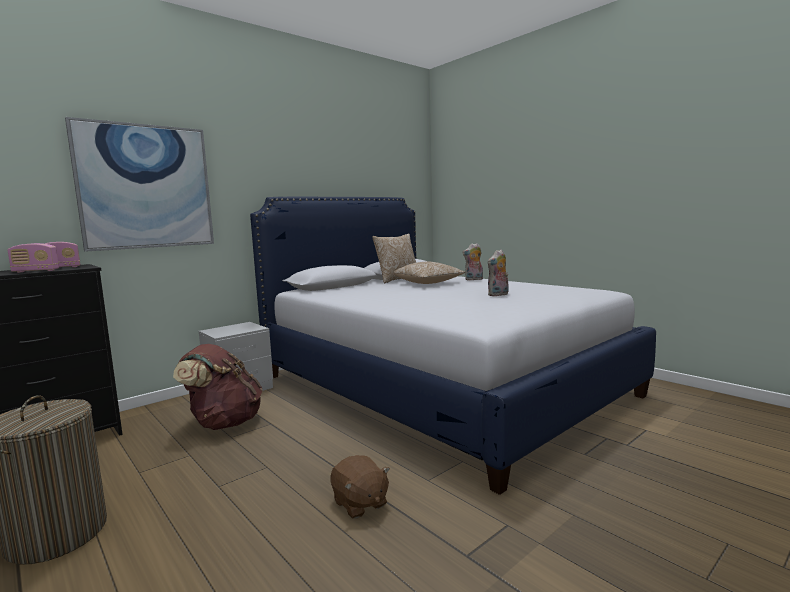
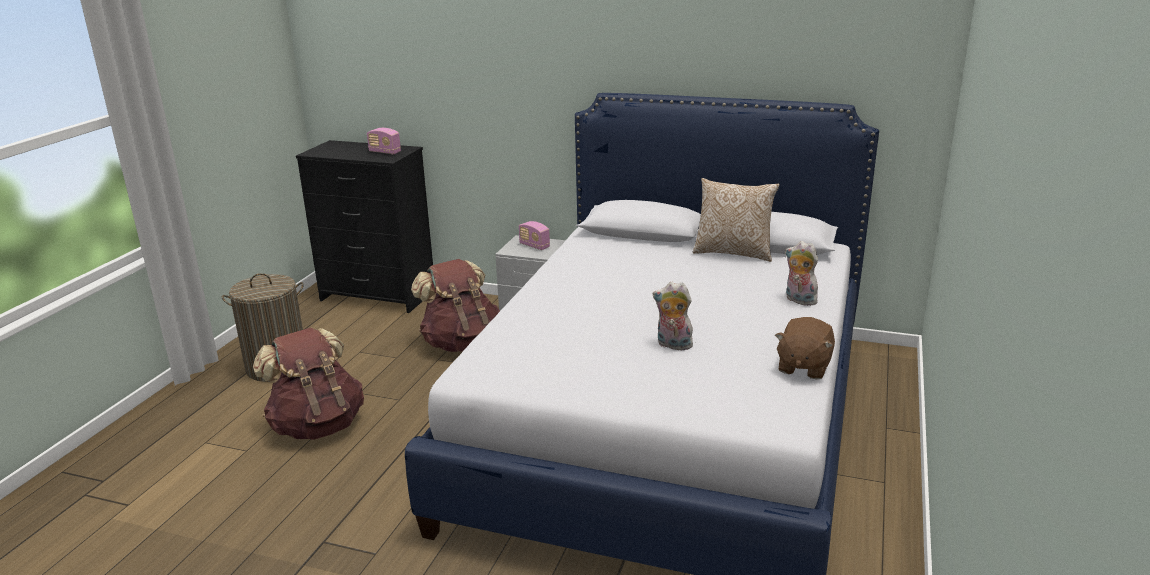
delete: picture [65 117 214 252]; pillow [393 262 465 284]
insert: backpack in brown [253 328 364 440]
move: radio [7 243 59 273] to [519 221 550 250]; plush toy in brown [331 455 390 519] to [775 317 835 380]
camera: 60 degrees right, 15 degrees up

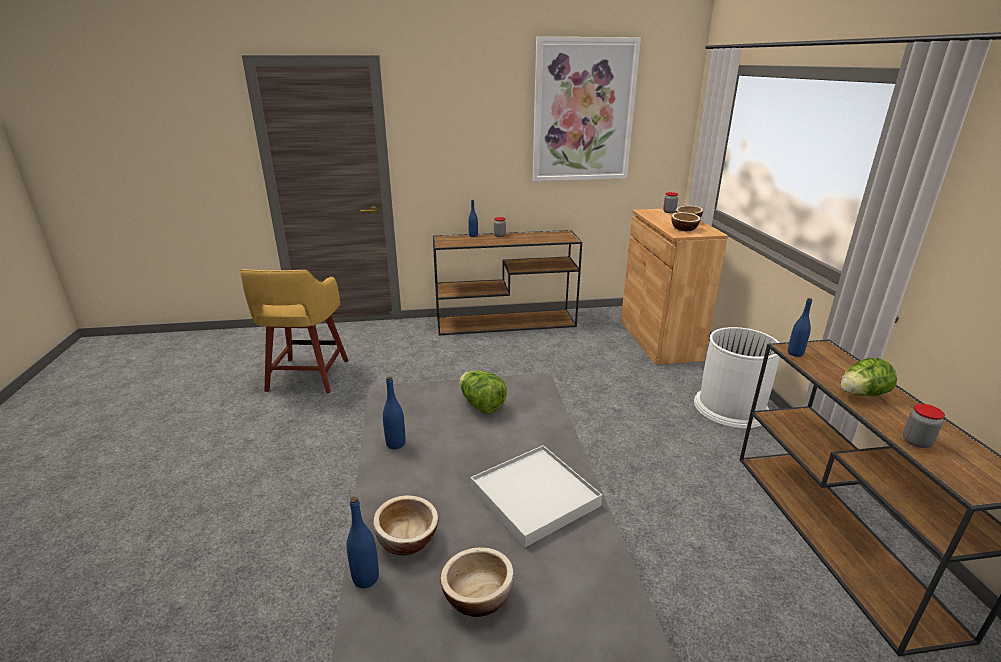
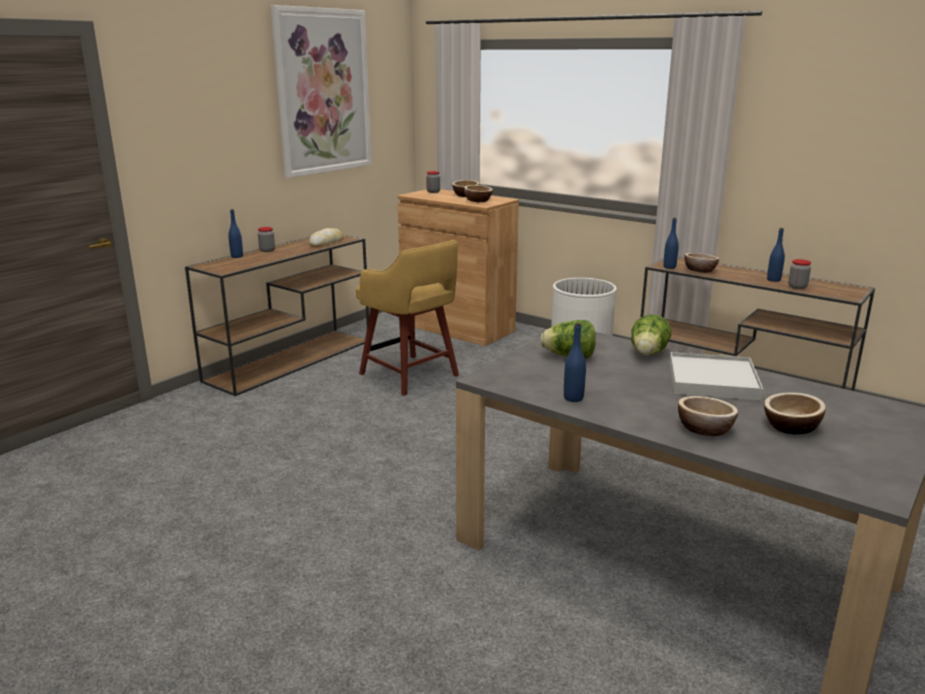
insert: bread [309 228 344 247]; bowl [685 253 719 273]
move: stool in yellow [240 269 348 393] to [356 240 459 396]; bottle in blue [347 497 379 588] to [767 228 785 282]; lettuce [840 358 897 396] to [631 314 671 355]
camera: 45 degrees left, 5 degrees down

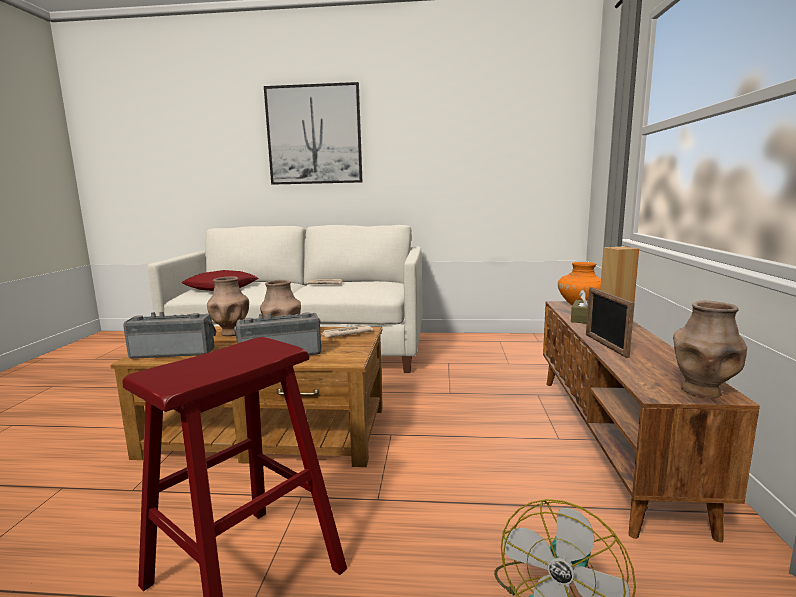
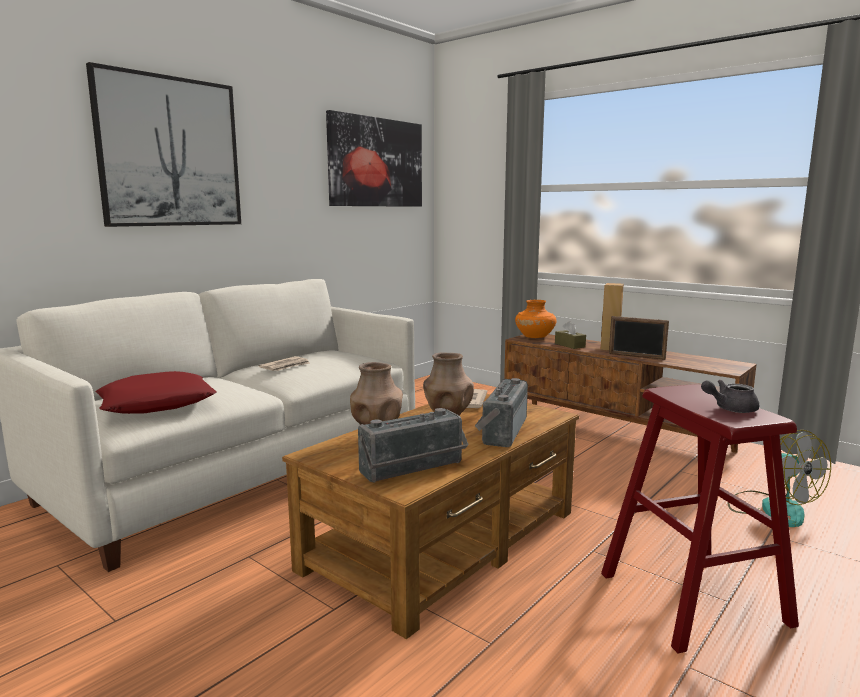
delete: vase in brown [673 301 747 398]
insert: picture [326 110 422 207]; teapot in grey [701 380 759 413]
rotate: radio [123 312 216 359] = [358 408 469 483] 150 degrees counterclockwise
camera: 55 degrees left, 0 degrees up

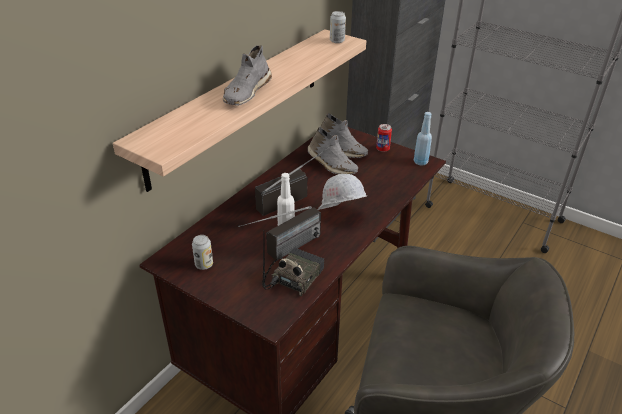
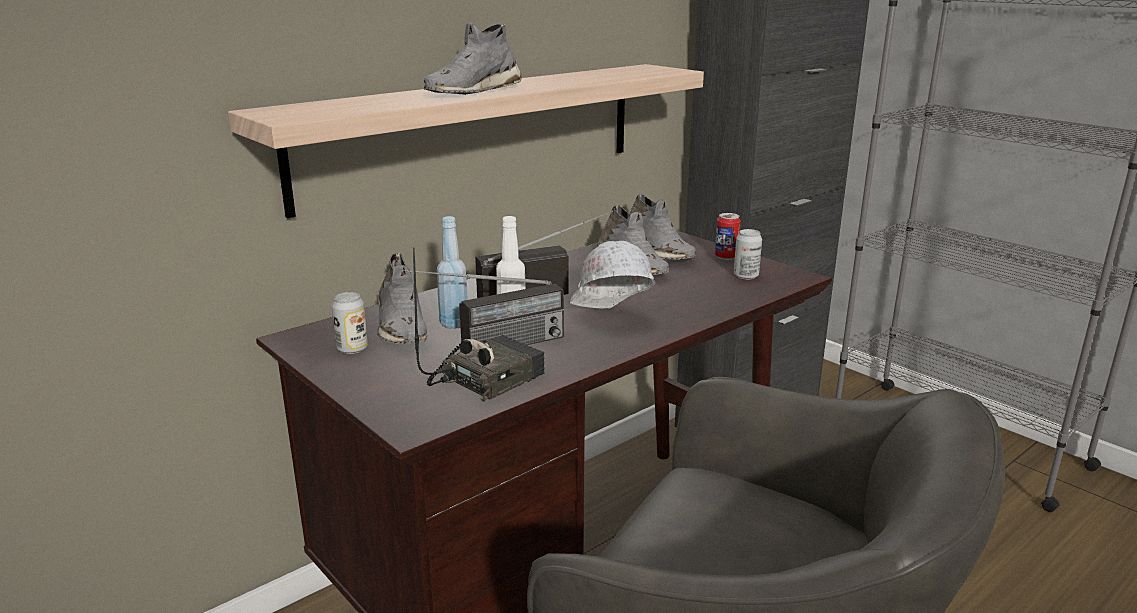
insert: shoe in grey [378 253 427 344]
move: can [330 11 346 43] to [734 229 762 280]; bottle in blue [414 112 432 165] to [437 216 468 329]
camera: 15 degrees right, 15 degrees down

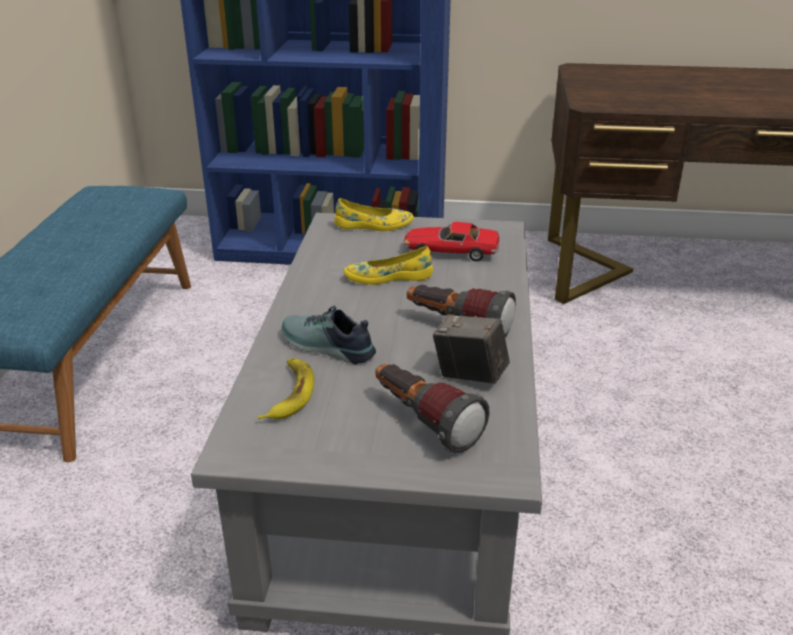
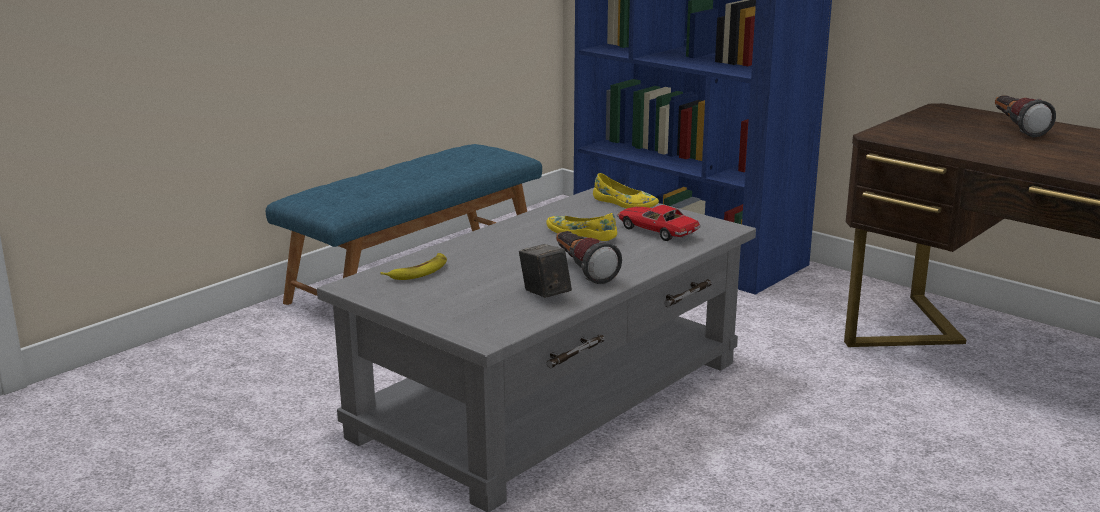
delete: shoe [282 306 376 364]
move: flashlight [375 364 490 453] to [995 95 1056 138]
camera: 35 degrees right, 10 degrees down

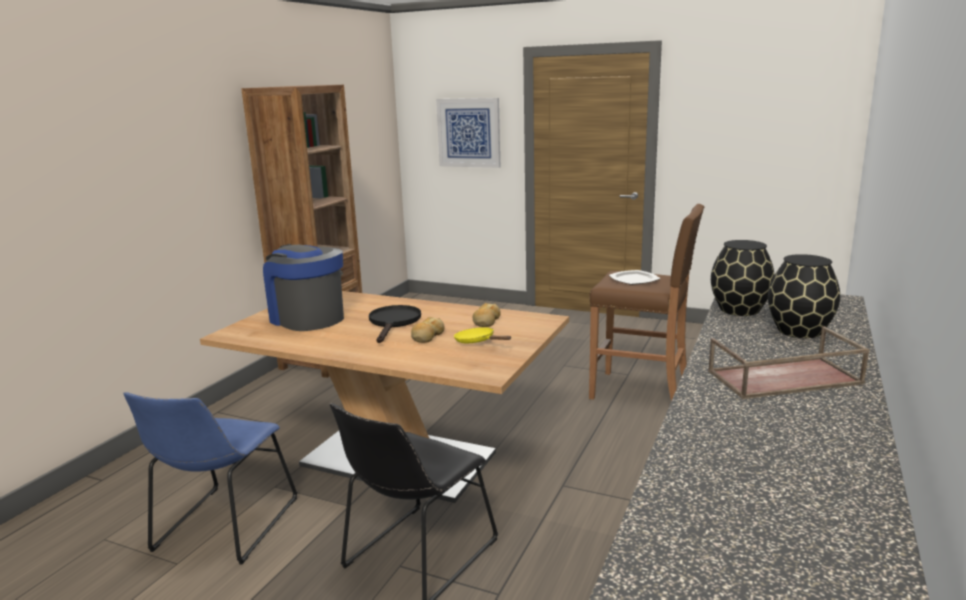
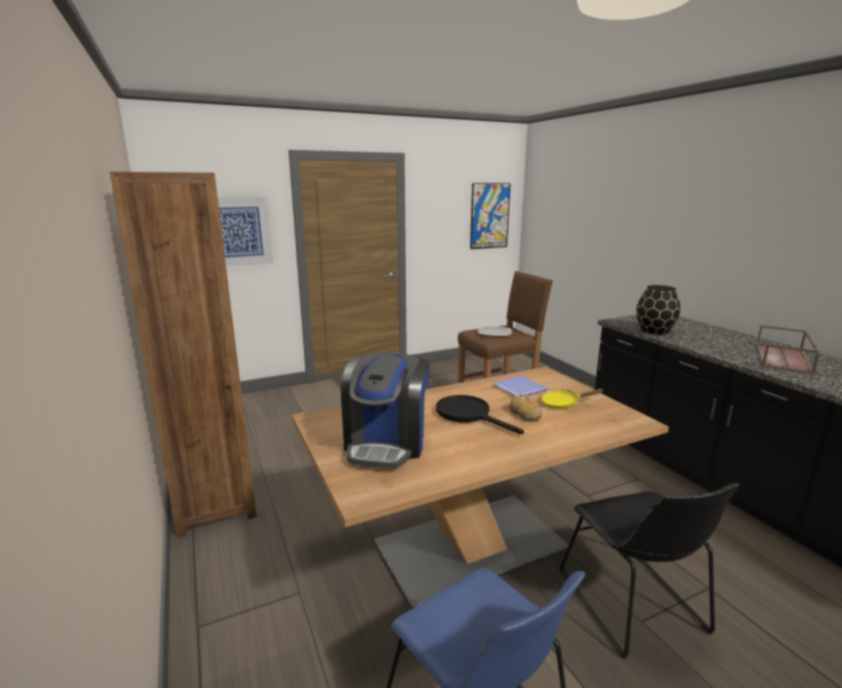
delete: vase in black [768 254 840 338]
insert: picture [470 183 511 249]
replace: bread [473 303 501 327] to plate [492 376 549 396]
rotate: coffee machine [263 244 344 331] = [341 353 430 469] 75 degrees counterclockwise
camera: 50 degrees left, 0 degrees up

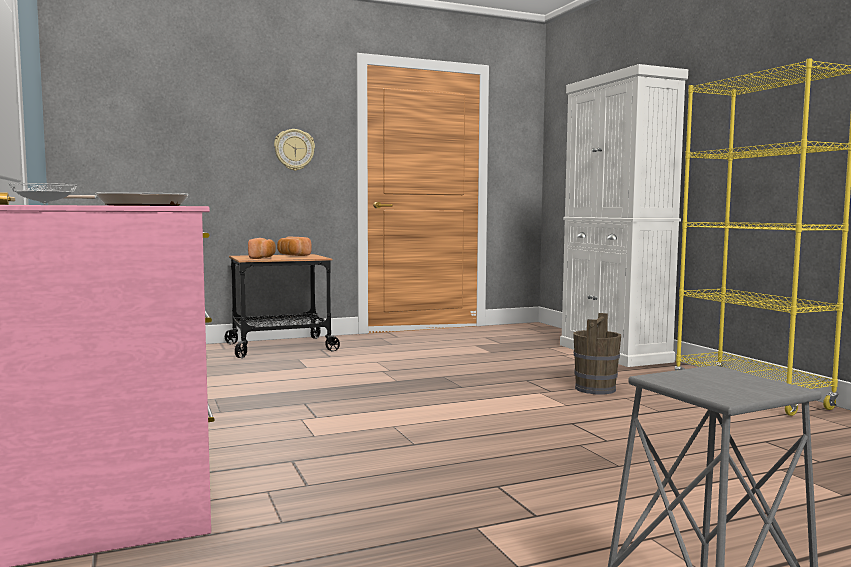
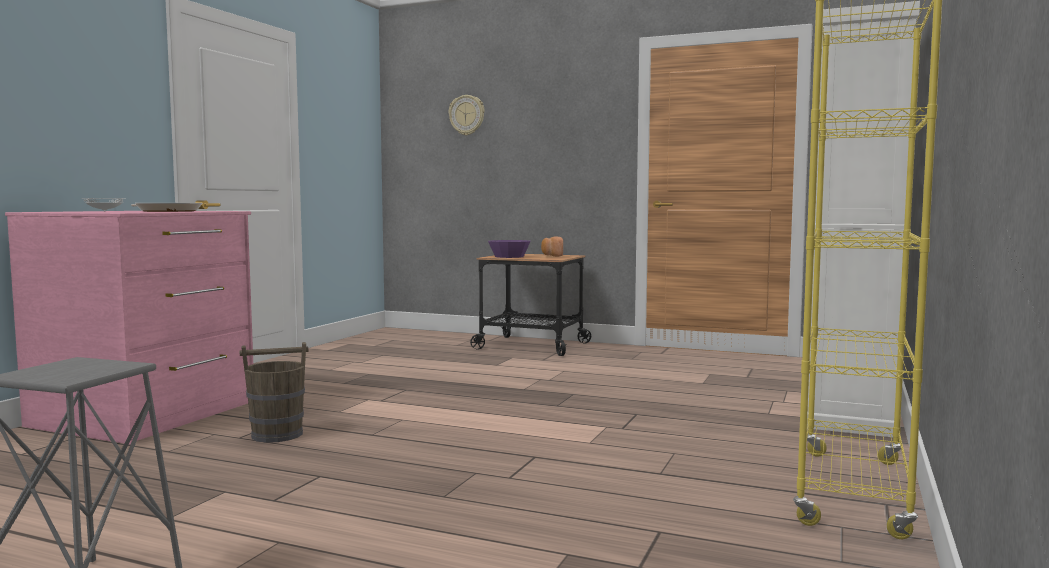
move: wall clock [274 129 315 171] to [448 95 485 136]; bucket in brown [573 313 621 394] to [240 342 308 443]
replace: bread [248 238 276 259] to bowl in purple [488 240 531 258]
camera: 45 degrees right, 0 degrees up

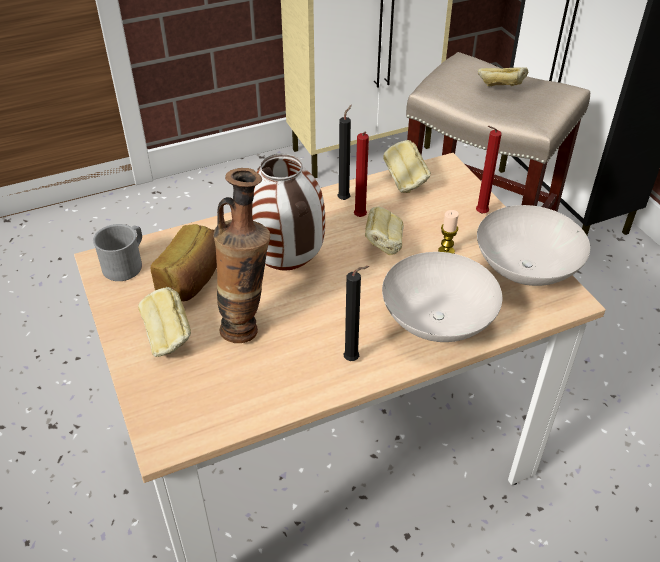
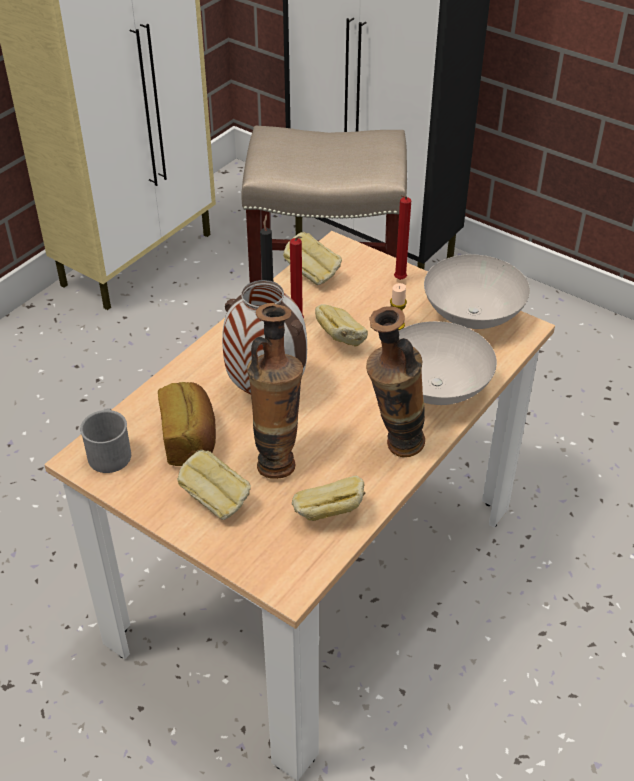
move: bread [478 67 528 86] to [292 476 366 521]
replace: candle in black [343 266 369 361] to vase [366 306 425 457]
camera: 30 degrees left, 0 degrees up

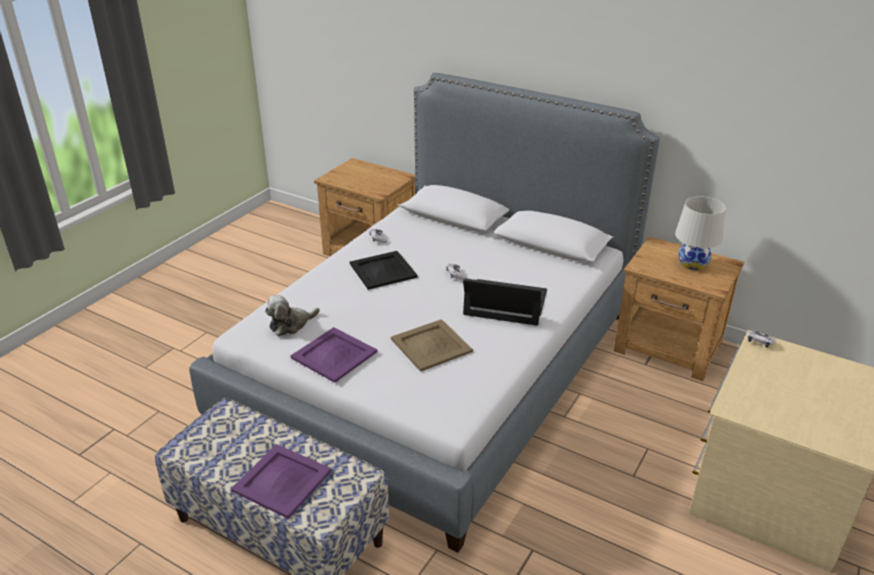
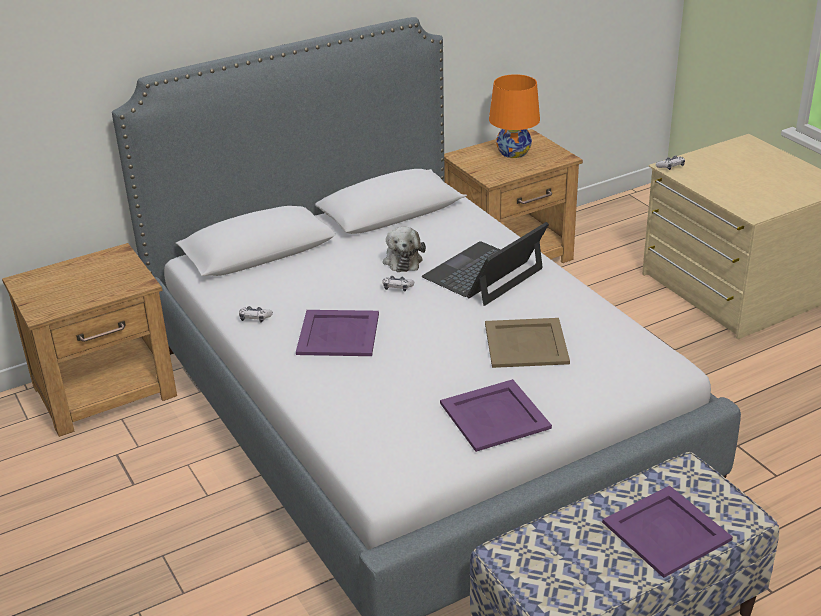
move: plush toy [265 295 320 336] to [383 227 426 272]
recolor: tray in black [350 251 418 290] to tray in purple [296 310 379 356]; table lamp in white [675 196 726 270] to table lamp in orange [489 74 540 158]
camera: 60 degrees left, 0 degrees up

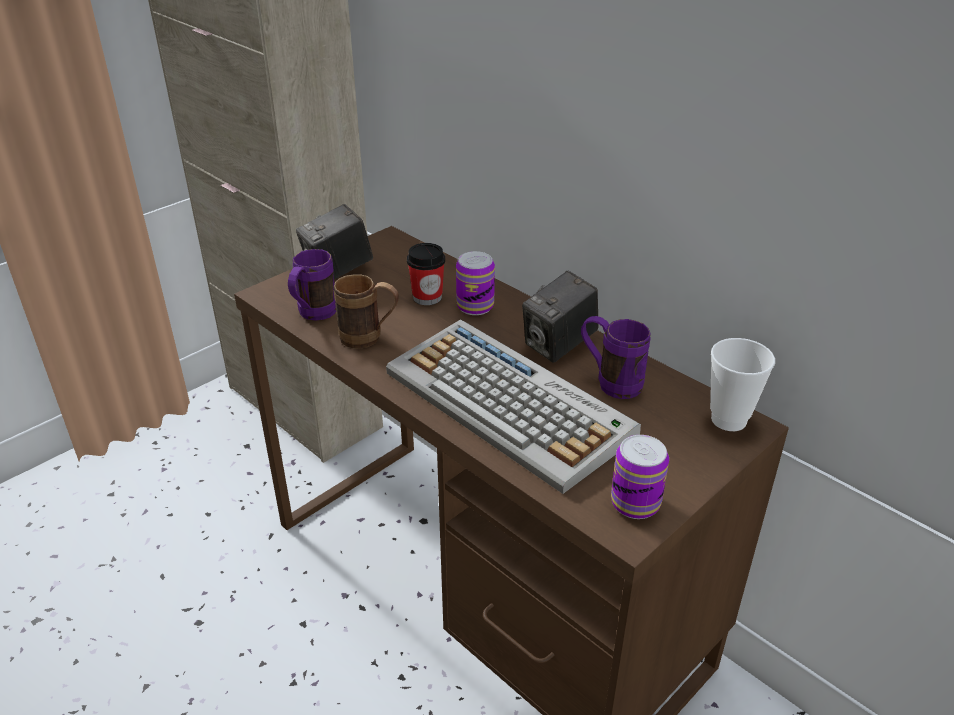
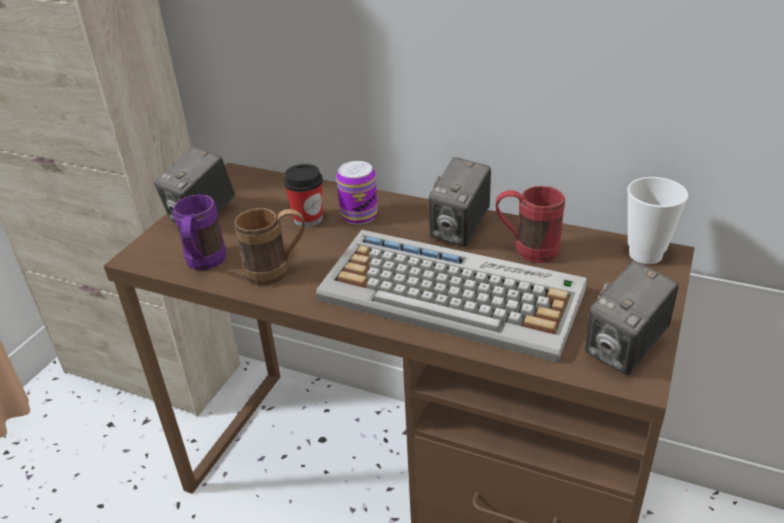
replace: can [611 435 669 519] to photo camera [585 261 678 375]
recolor: mug in purple [581 316 651 399] to mug in red [496 186 565 263]
camera: 20 degrees left, 0 degrees up

